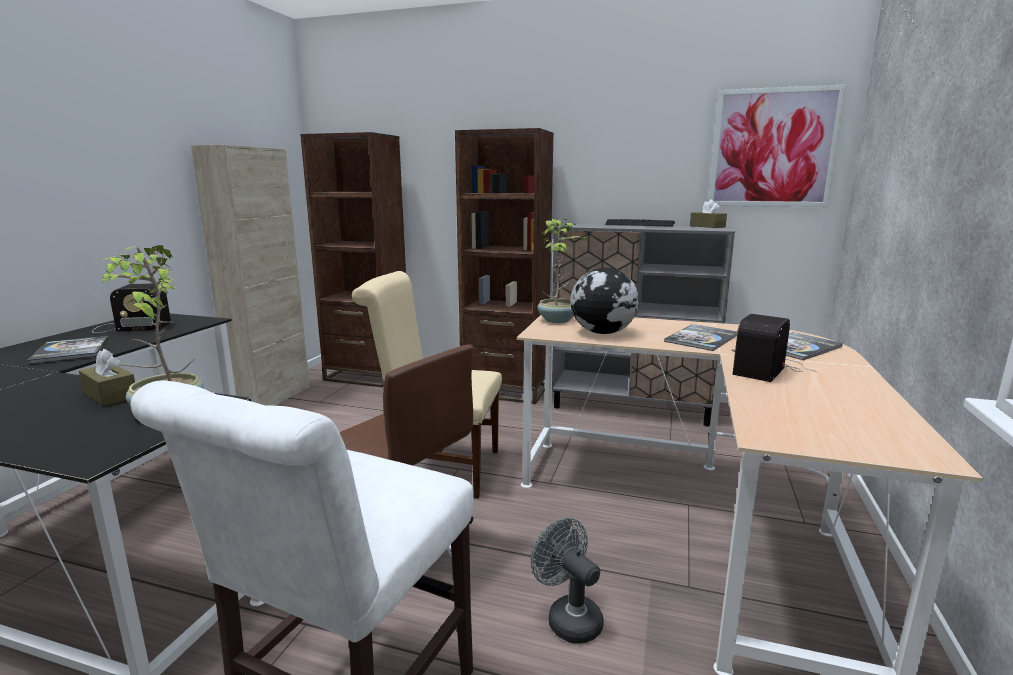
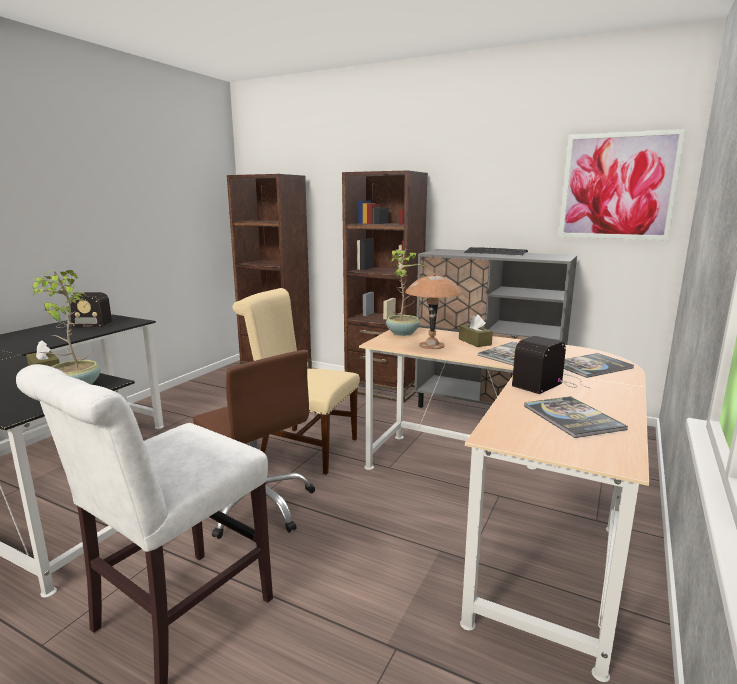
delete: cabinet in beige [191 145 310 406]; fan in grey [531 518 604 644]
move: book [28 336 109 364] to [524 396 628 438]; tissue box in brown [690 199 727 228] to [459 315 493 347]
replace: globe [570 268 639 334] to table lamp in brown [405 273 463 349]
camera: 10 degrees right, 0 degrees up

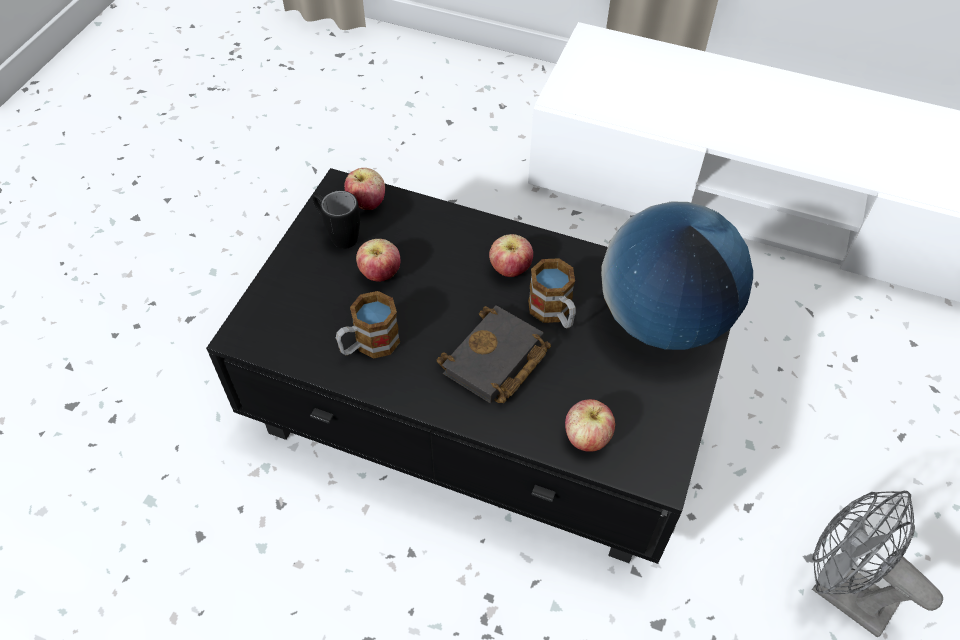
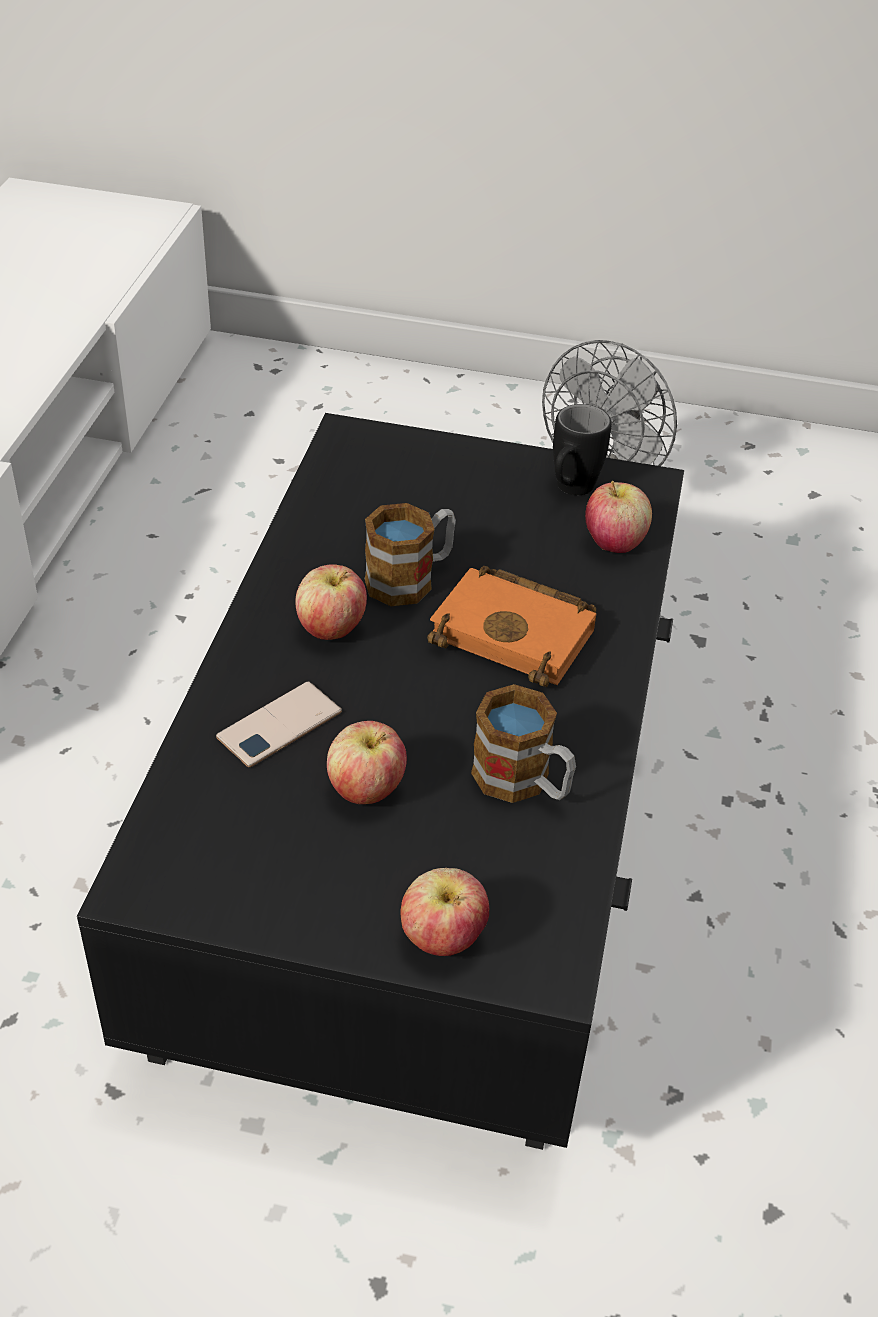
delete: globe [601 202 753 350]
insert: phone [216 681 342 768]
move: mug in black [312 191 360 249] to [553 404 611 495]; apple [344 168 385 210] to [401 868 489 956]
recolor: book in black [437 305 551 404] to book in orange [427 566 596 687]
camera: 100 degrees left, 10 degrees down

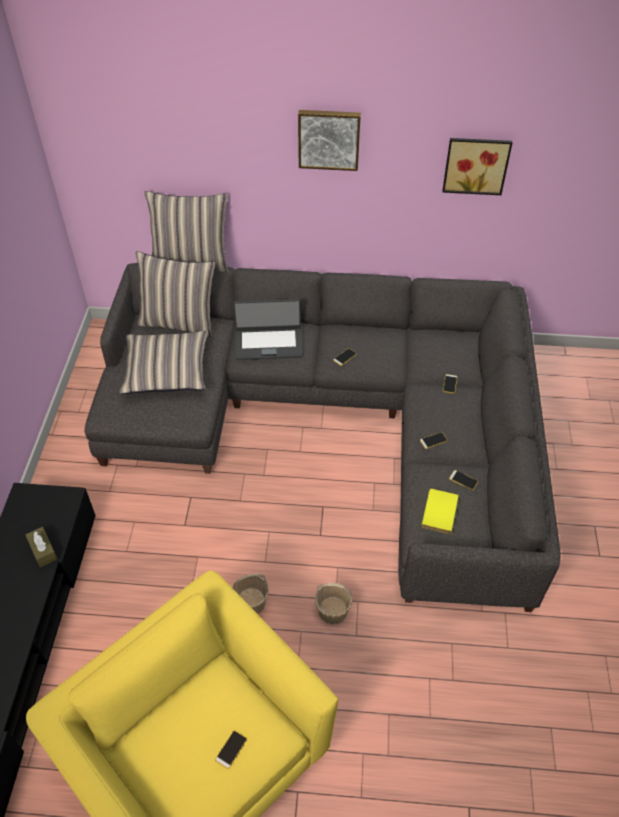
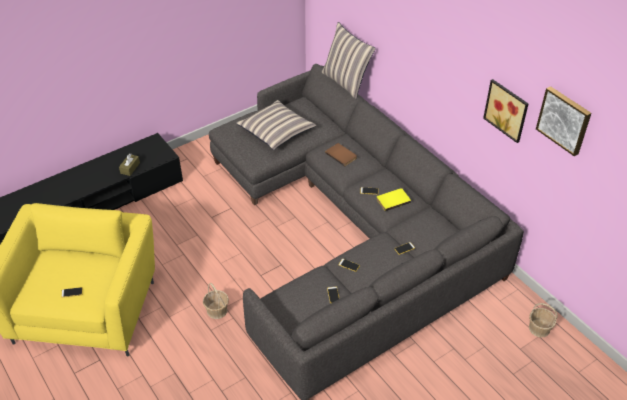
delete: pillow [136 251 215 337]
move: basket [232 574 269 614] to [529 303 558 337]; picture [298 110 361 171] to [536 86 591 156]; book in yellow [422 489 459 534] to [377 188 411 211]
replace: laptop [233 299 302 360] to book in brown [325 143 357 167]
camera: 50 degrees right, 5 degrees down

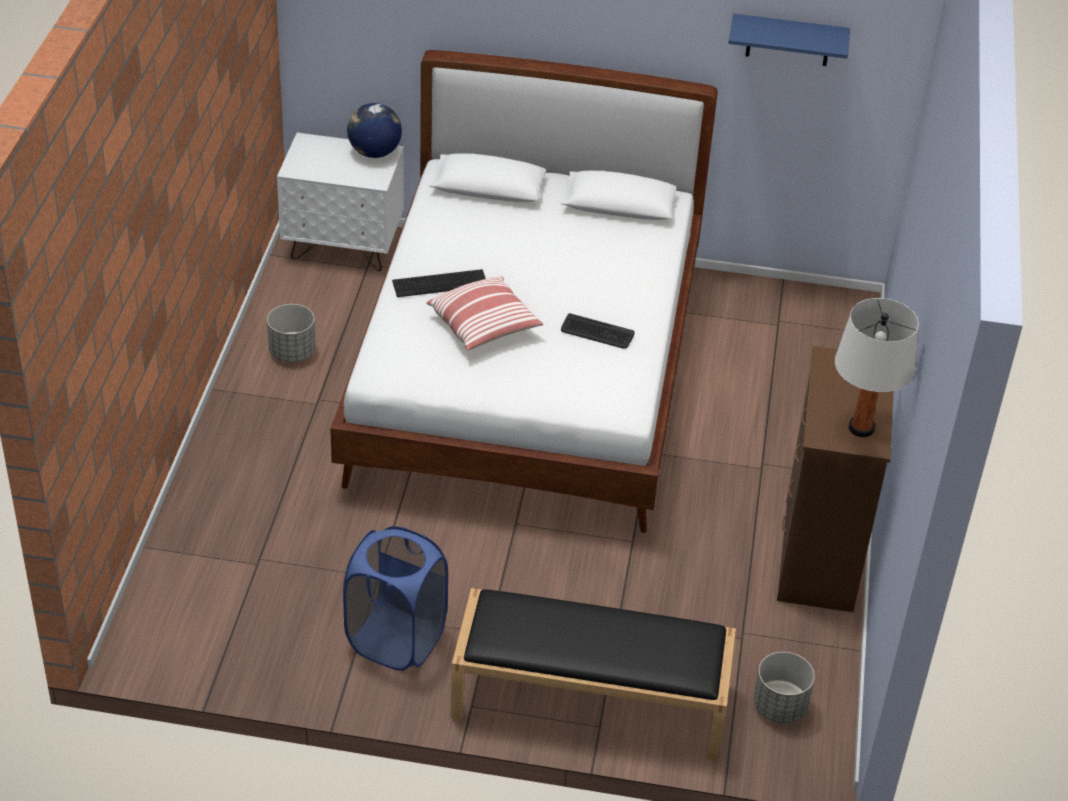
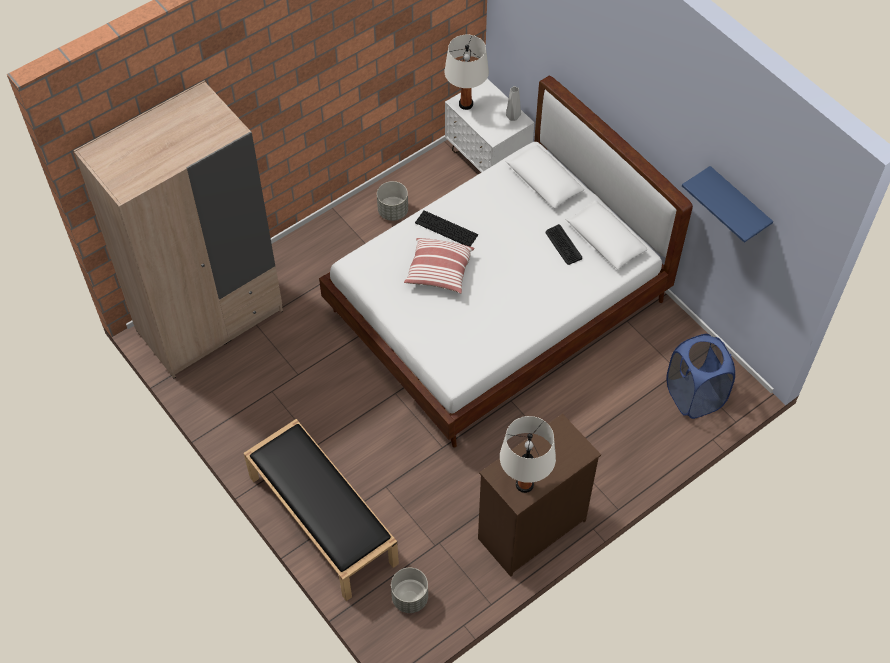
insert: wardrobe in beige [74 80 283 378]; table lamp in white [445 35 489 110]
move: laundry basket in blue [343 526 448 671] to [667 334 735 419]; keyboard [561 313 635 349] to [546 224 582 265]
replace: globe [347 103 402 158] to vase in grey [506 86 521 121]
camera: 45 degrees right, 15 degrees up

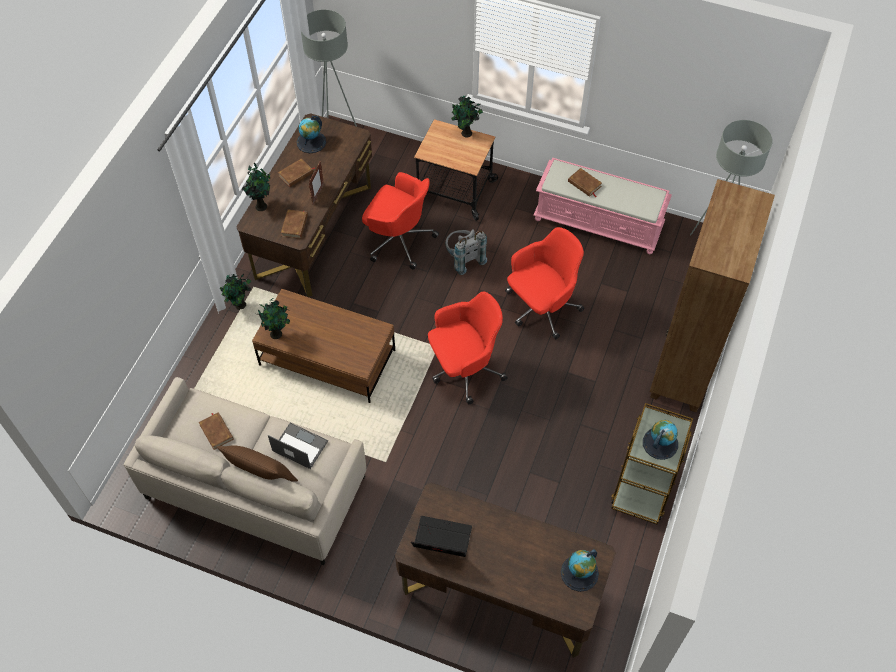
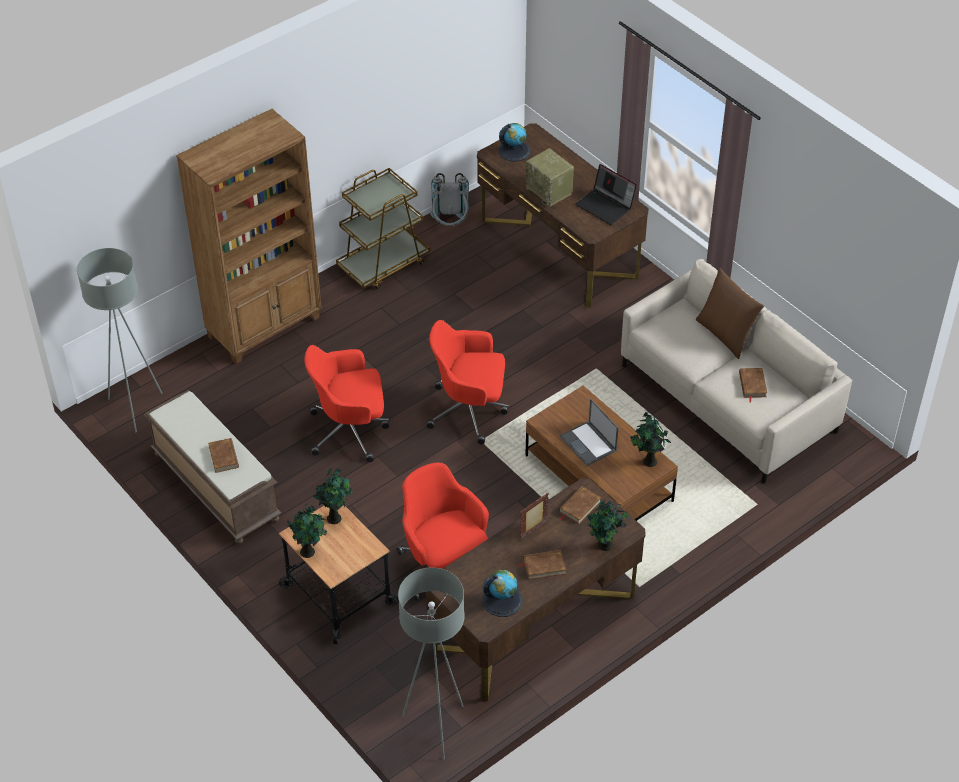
delete: globe [643 420 678 460]
insert: radio [525 148 574 206]
move: potted plant [220 274 251 310] to [313 468 353 524]; laptop [268 423 328 469] to [560 399 618 466]; backpack in grey [445 230 487 275] to [430 173 469 225]
recolor: bench in pink [533 158 672 254] to bench in brown [144 390 281 544]
camera: 150 degrees left, 10 degrees down

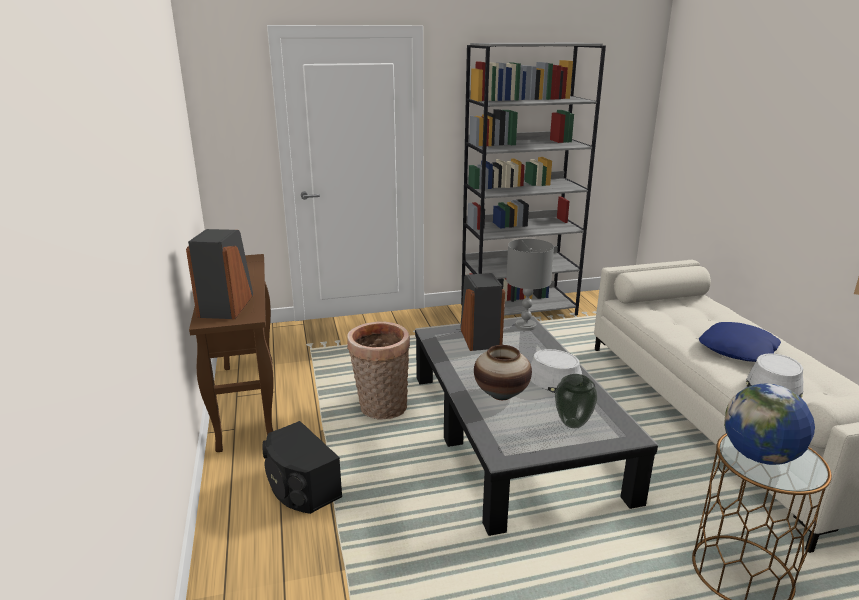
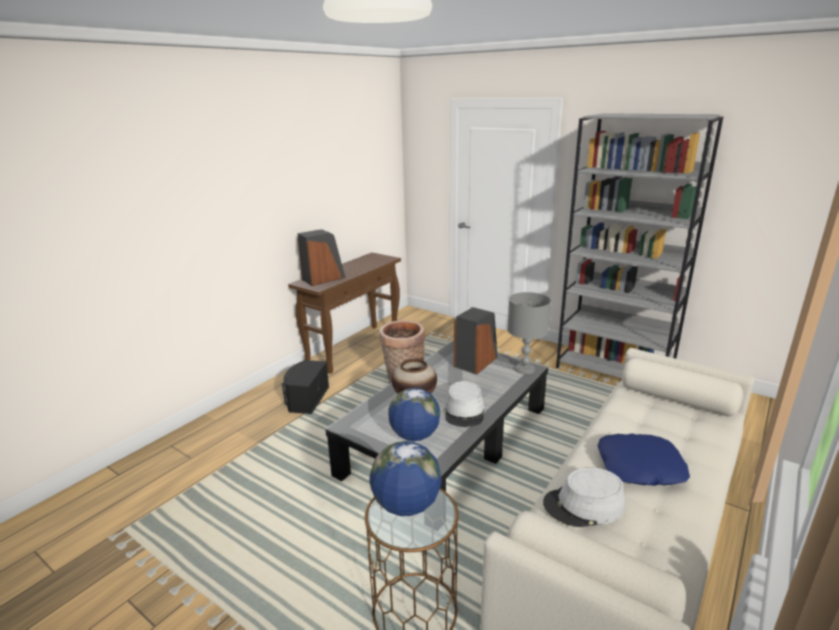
replace: vase [555 374 597 428] to globe [388 388 440 441]
camera: 50 degrees right, 0 degrees up

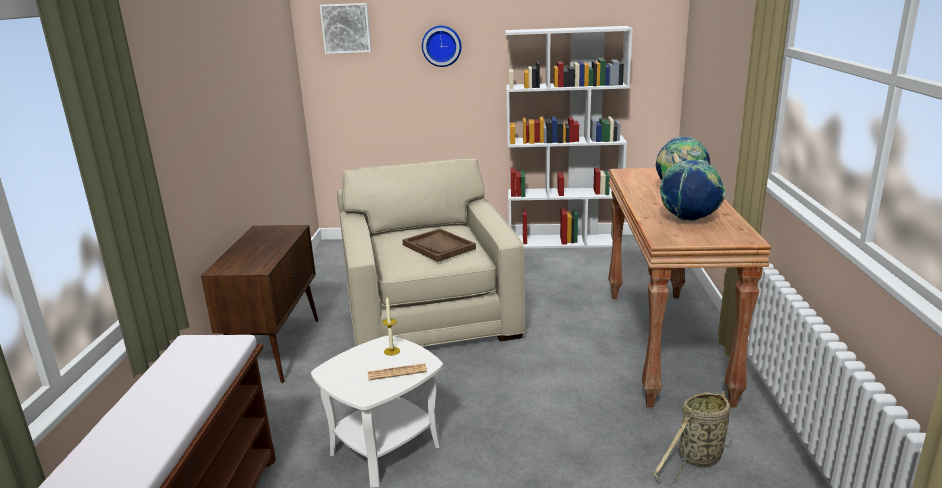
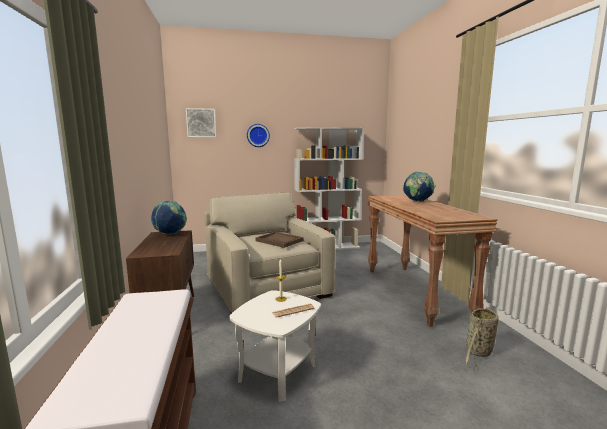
move: globe [660 160 725 221] to [151 201 187 235]
camera: 15 degrees left, 10 degrees down

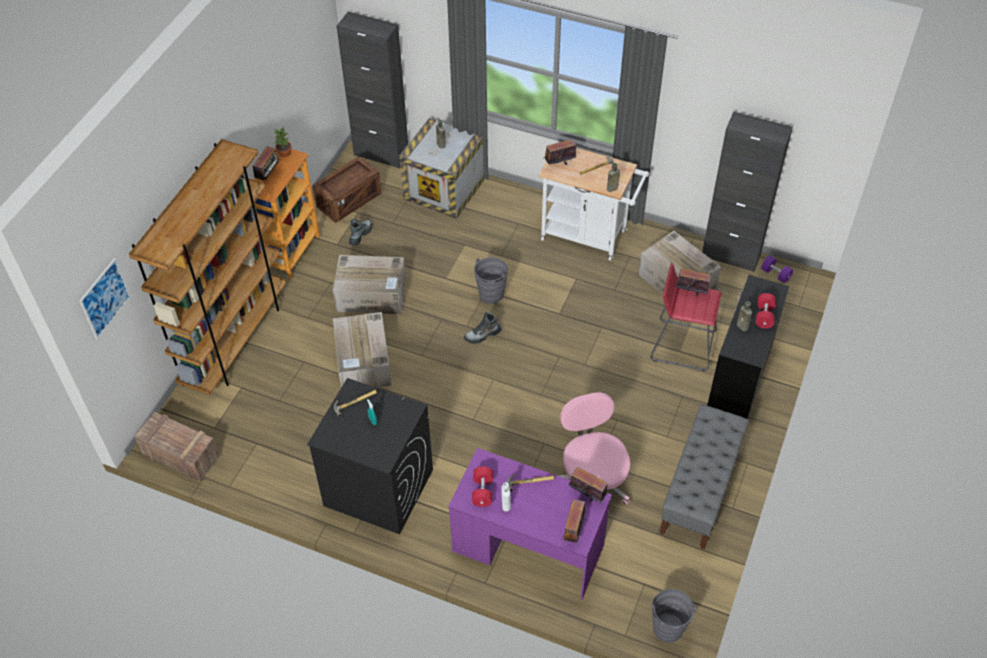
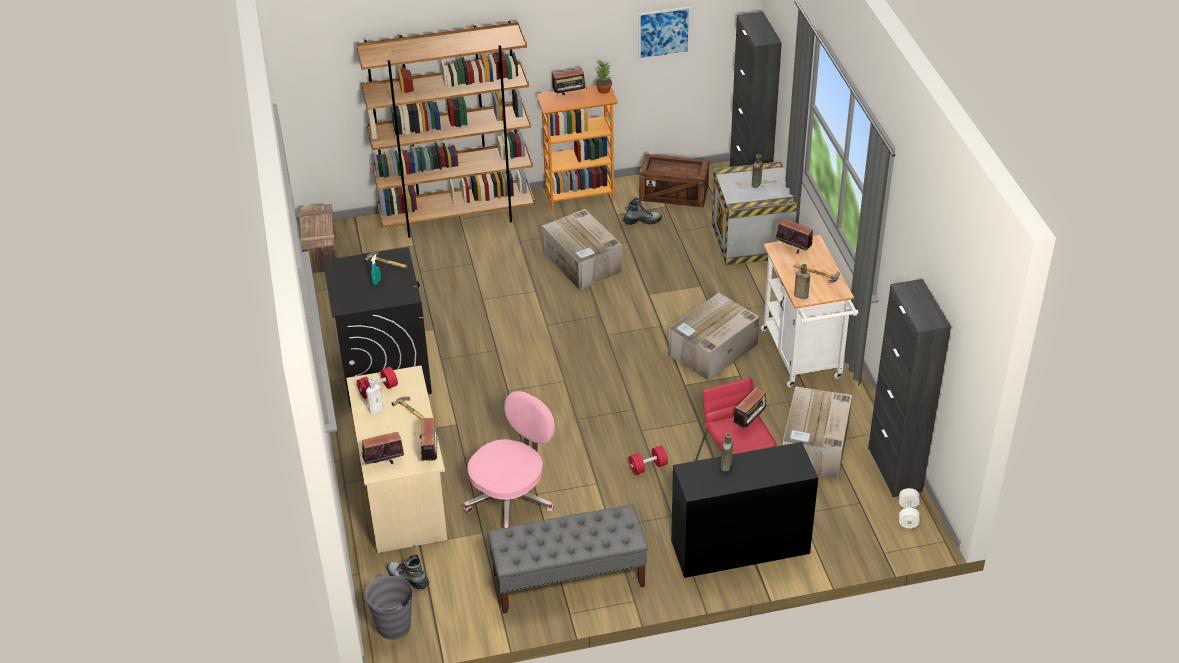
delete: bucket in grey [474 257 508 304]
move: picture [80 258 131 340] to [639 7 691 60]; cardboard box [333 312 392 388] to [668 293 759 381]; boot [464 312 502 343] to [387 554 429 589]; dumbbell in red [756 293 776 329] to [628 446 668 475]
recolor: desk in purple [448 448 612 600] to desk in beige [346 366 448 553]; dumbbell in purple [761 256 793 283] to dumbbell in white [899 488 920 529]
rotate: radio [676 269 711 296] = [734 387 769 428] 60 degrees clockwise
camera: 55 degrees right, 10 degrees down

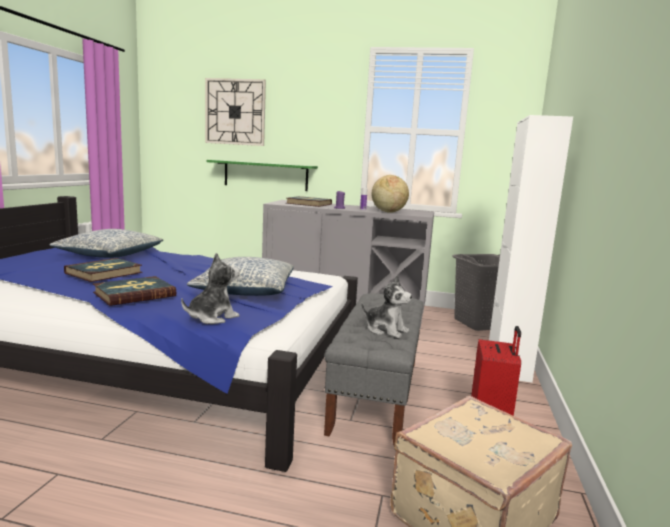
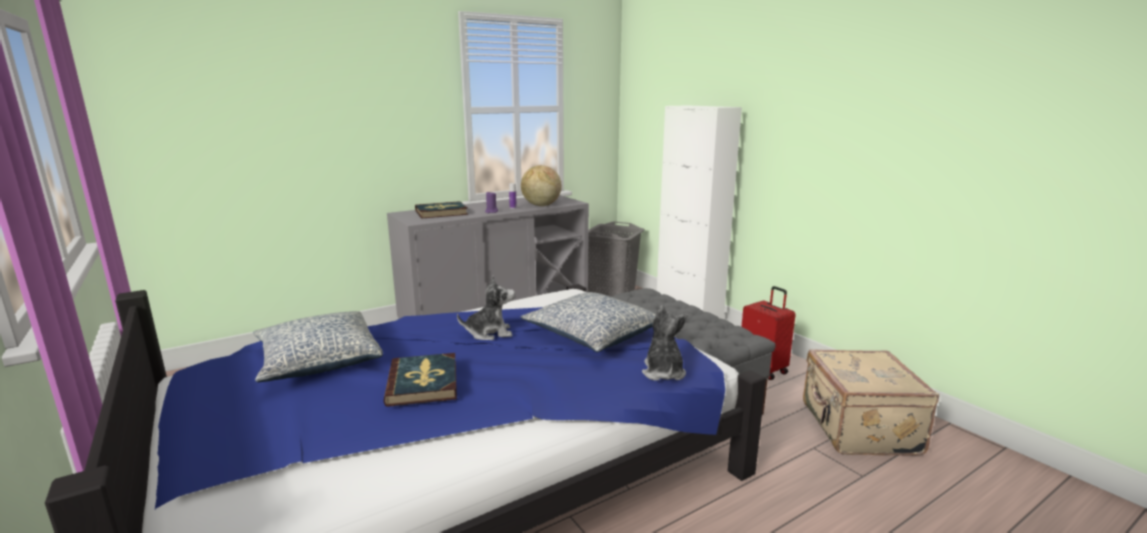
delete: book [93 276 176 306]; wall clock [205 78 266 146]; shelf in green [207 160 318 191]
move: plush toy [361 275 412 338] to [457 276 515 340]
camera: 45 degrees left, 5 degrees up

